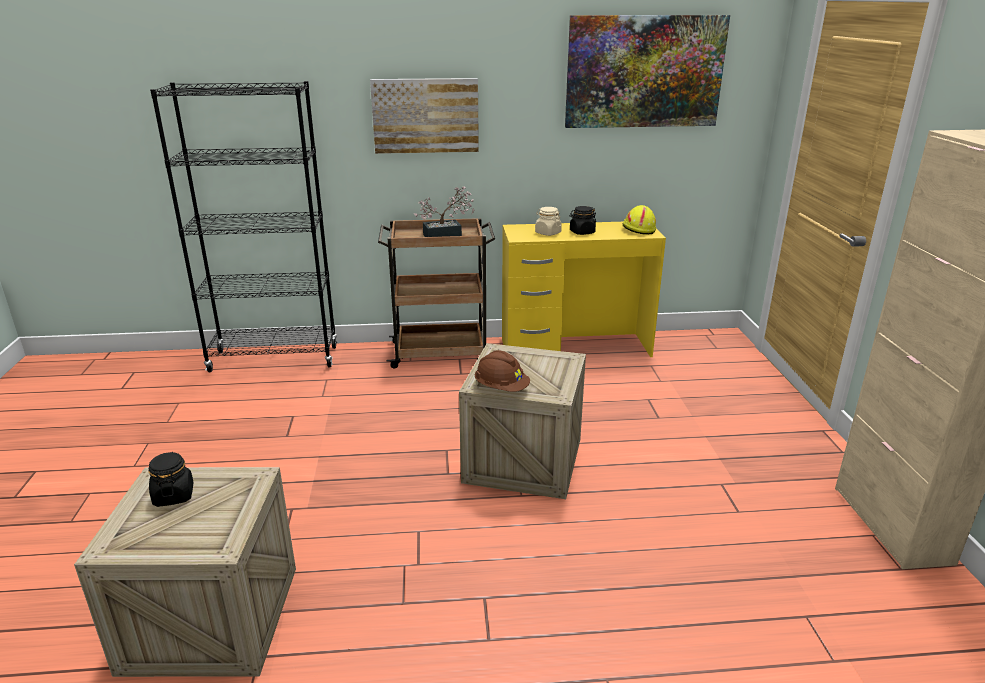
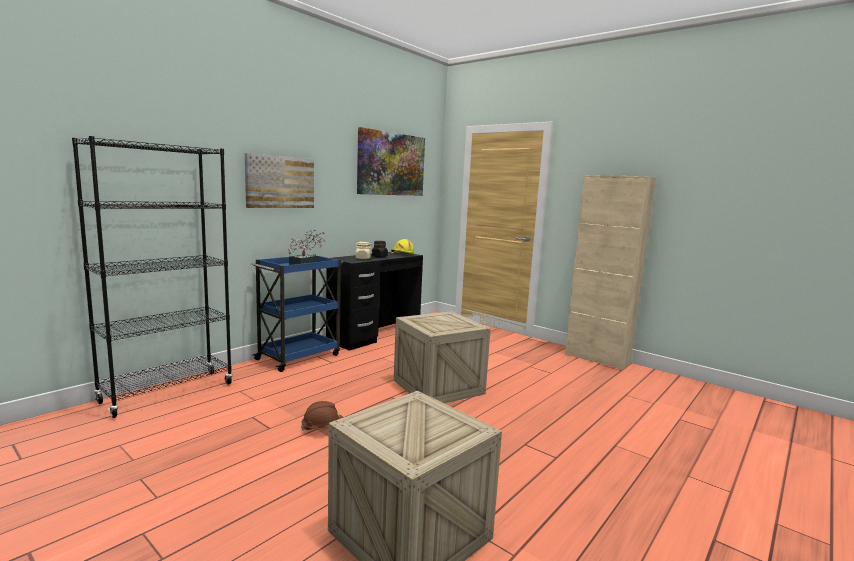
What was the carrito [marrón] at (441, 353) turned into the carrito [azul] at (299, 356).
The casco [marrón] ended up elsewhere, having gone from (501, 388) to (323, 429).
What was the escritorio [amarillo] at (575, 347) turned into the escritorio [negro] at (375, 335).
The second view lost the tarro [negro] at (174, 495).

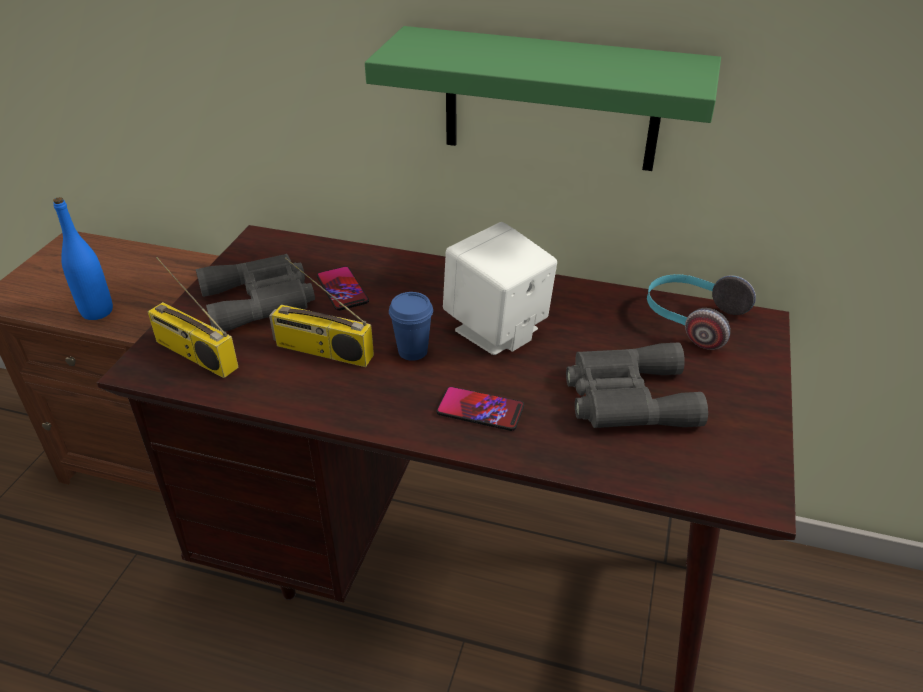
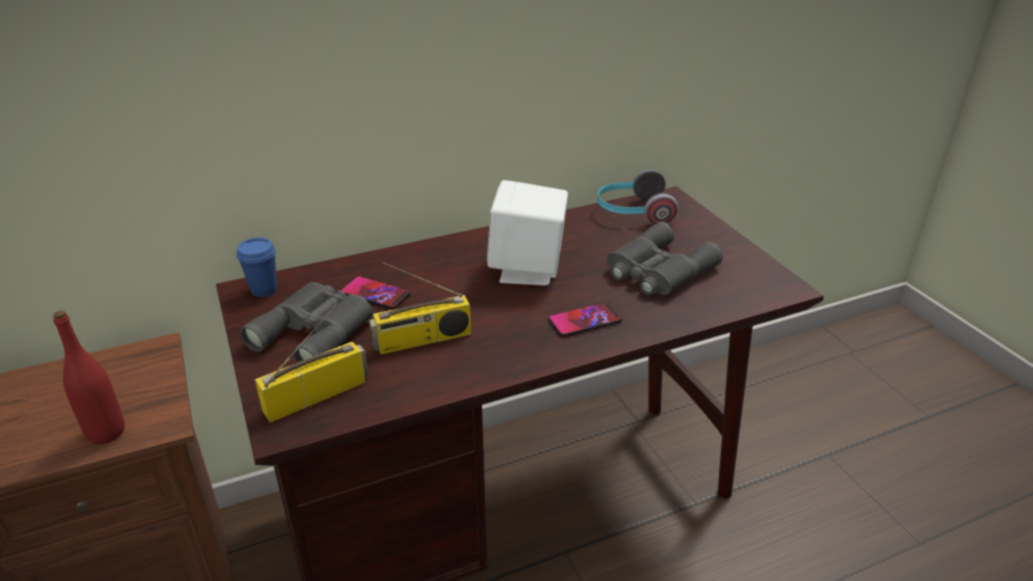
What was the botella [azul] at (97, 311) turned into the botella [rojo] at (106, 432).
The taza [azul] ended up elsewhere, having gone from (412, 351) to (264, 290).
The radio at (194, 354) ended up facing another way, 150 degrees clockwise from before.
The second view lost the estante [verde] at (551, 100).

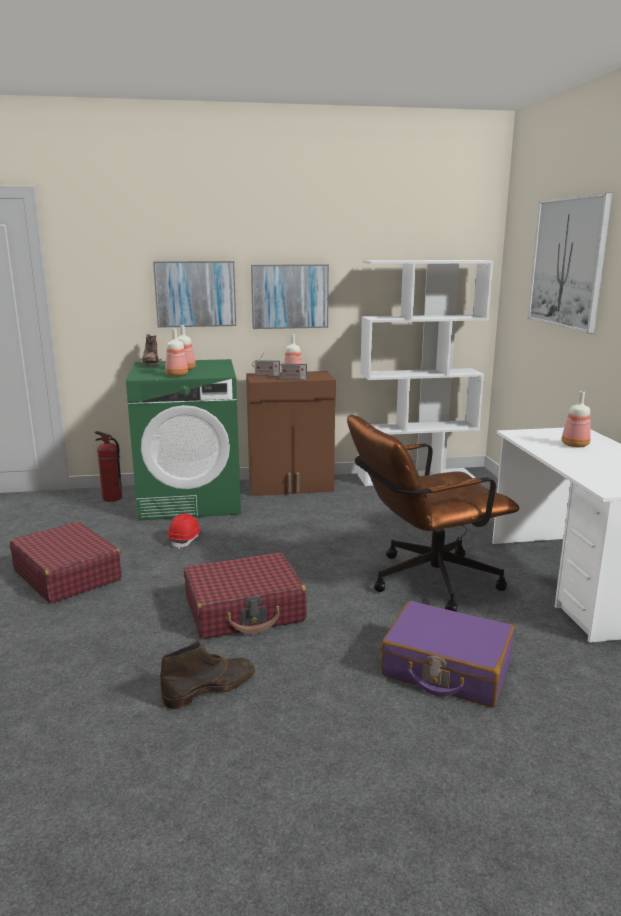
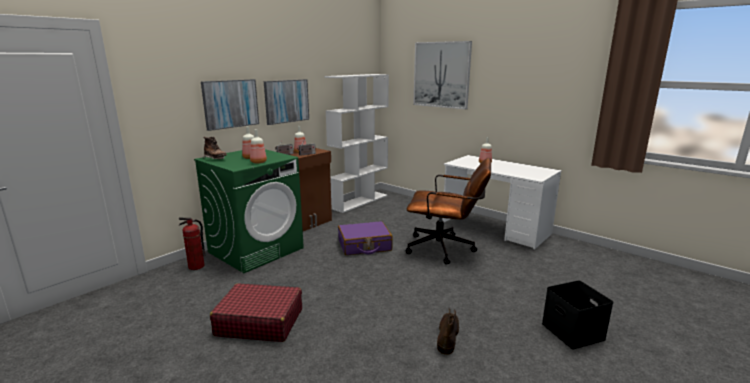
The maleta [morado] ended up elsewhere, having gone from (446, 668) to (364, 246).
The silla de oficina [marrón] at (423, 582) ended up facing another way, 105 degrees counterclockwise from before.
The second view gained the caja de almacenaje [negro] at (574, 332).
The second view lost the casco [rojo] at (185, 539).
The second view lost the maleta [rojo] at (245, 610).

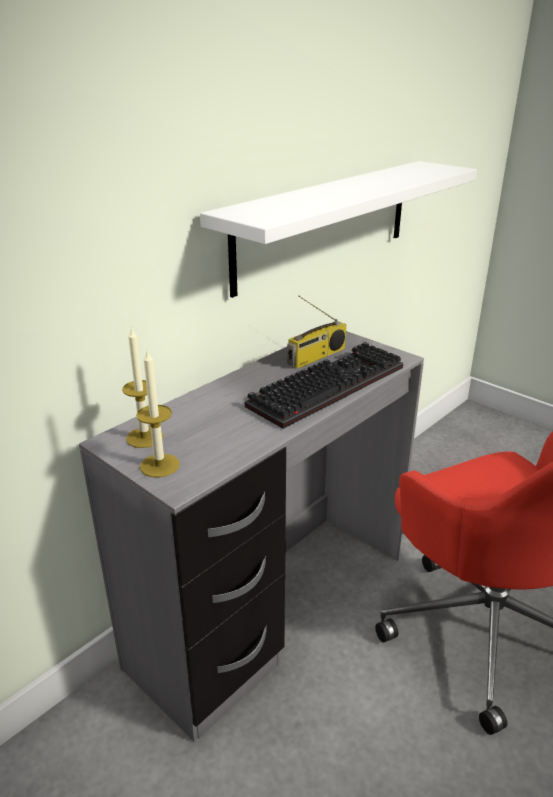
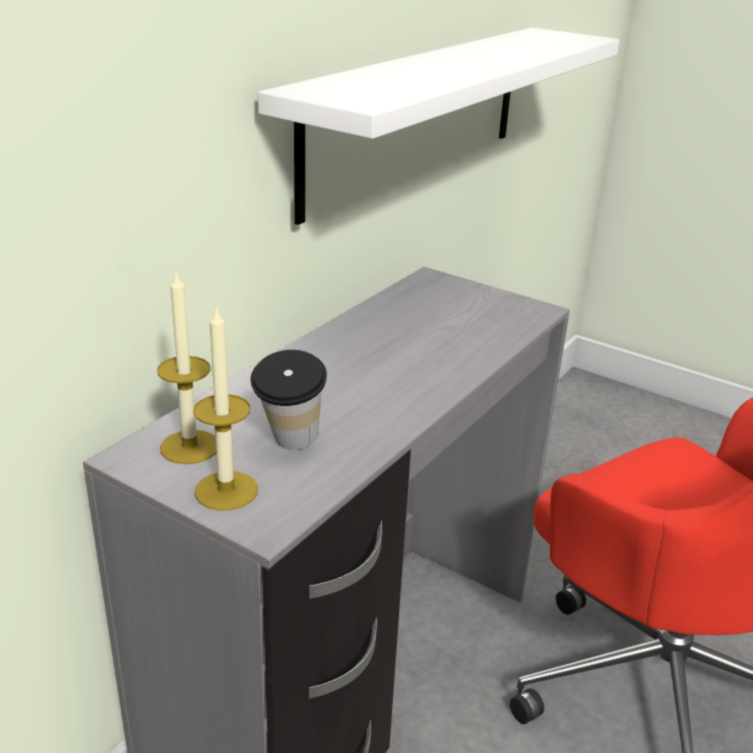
The second view gained the taza at (290, 446).
The second view lost the teclado at (327, 384).
The second view lost the radio at (316, 357).

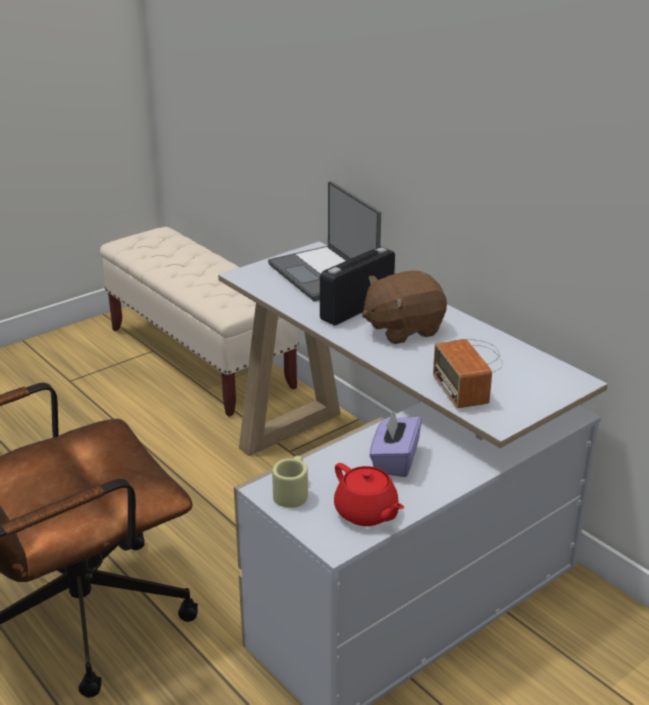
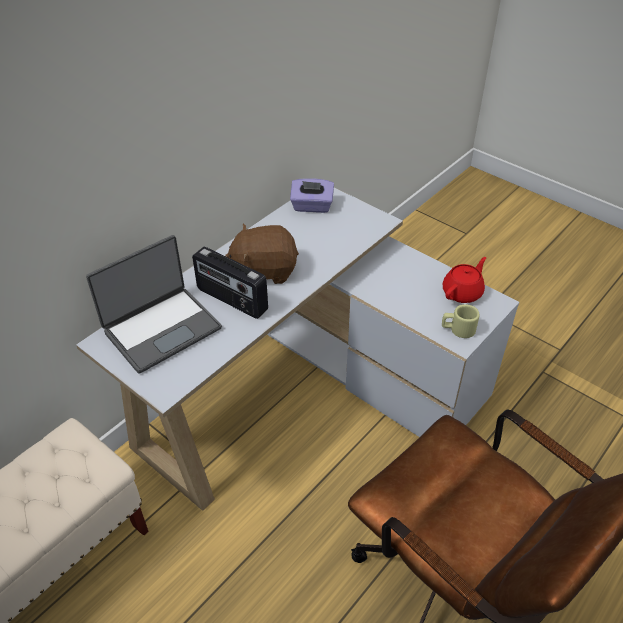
The peluche [marrón] at (402, 329) ended up facing another way, 120 degrees clockwise from before.
The caja de pañuelos [morado] ended up elsewhere, having gone from (394, 460) to (312, 206).
The second view lost the radio at (469, 370).

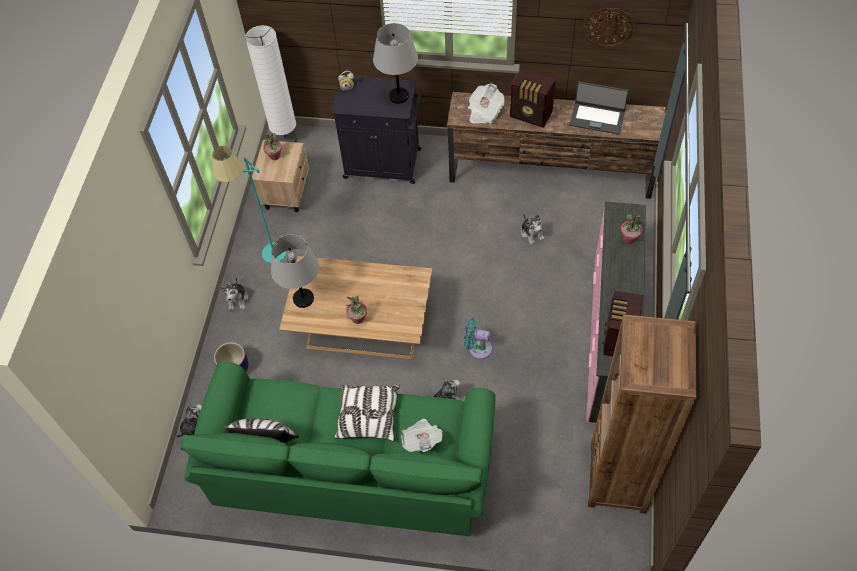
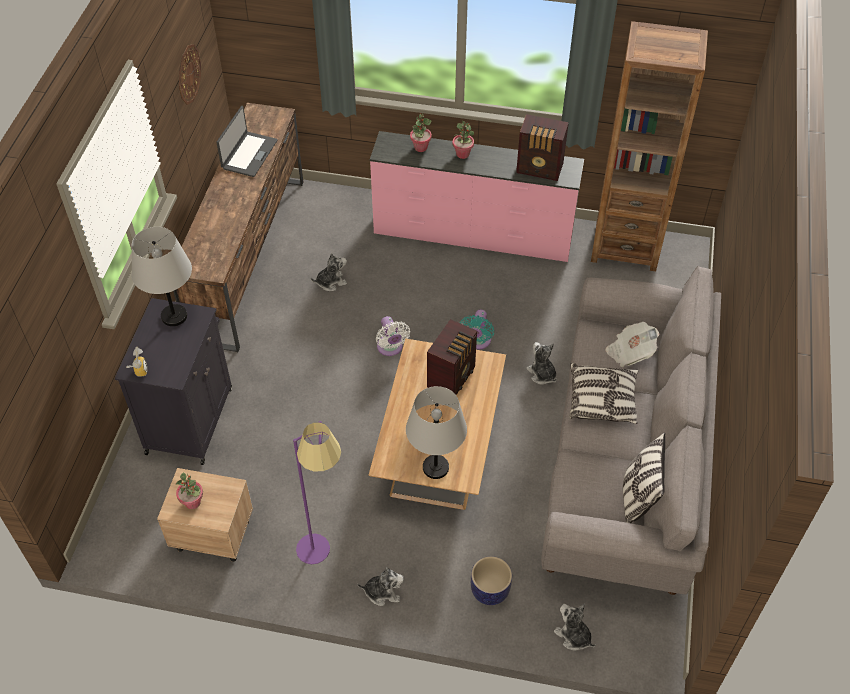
What was the lámpara de pie [turquesa] at (267, 261) turned into the lámpara de pie [morado] at (325, 556).
The second view gained the ventilador [blanco] at (390, 348).
The radio ended up elsewhere, having gone from (531, 115) to (452, 377).
The planta en maceta ended up elsewhere, having gone from (358, 318) to (463, 154).
What was the sofá [verde] at (352, 468) turned into the sofá [gris] at (623, 463).
The second view lost the lámpara de pie [blanco] at (286, 140).
The second view lost the periódico at (484, 112).

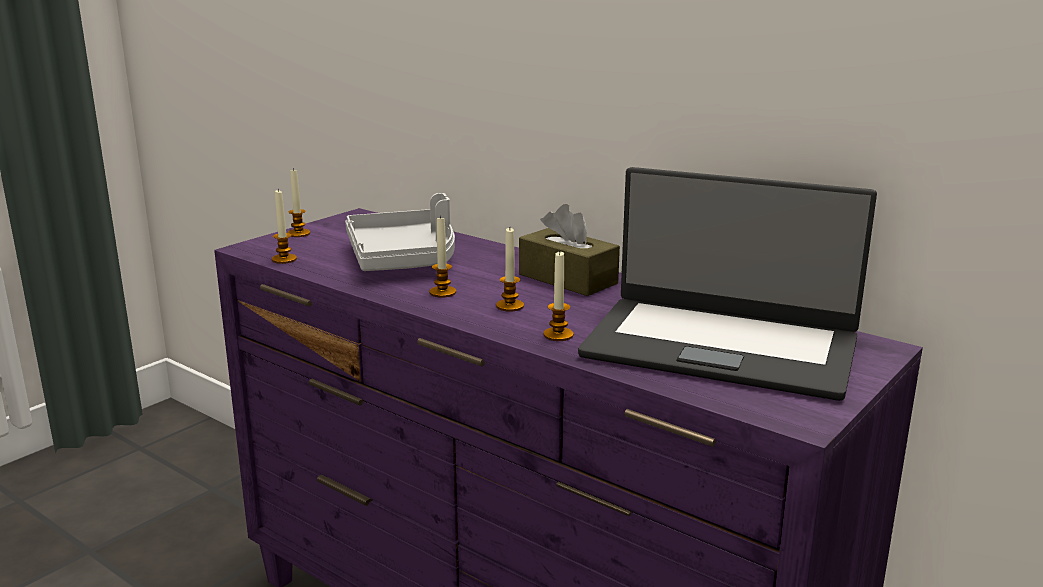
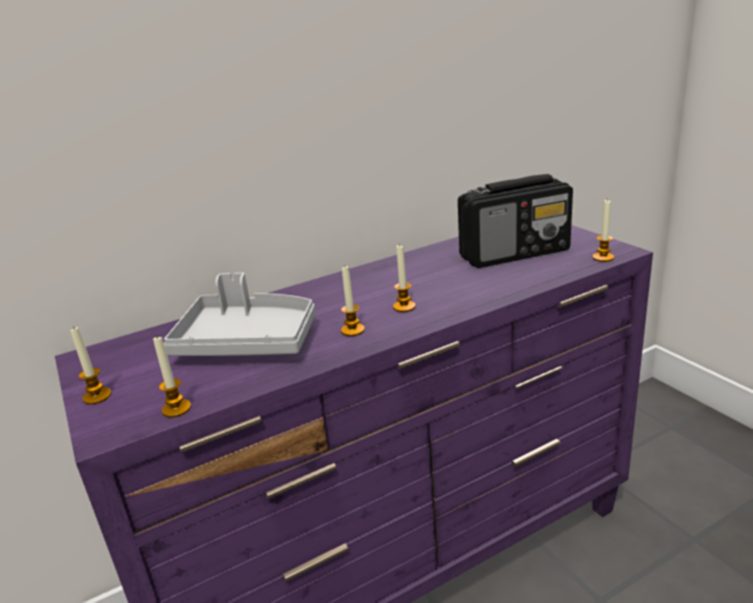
Where the portátil stood at (721, 346), the radio came to stand at (515, 254).
The vela ended up elsewhere, having gone from (558, 335) to (603, 258).
The second view lost the caja de pañuelos [marrón] at (567, 279).

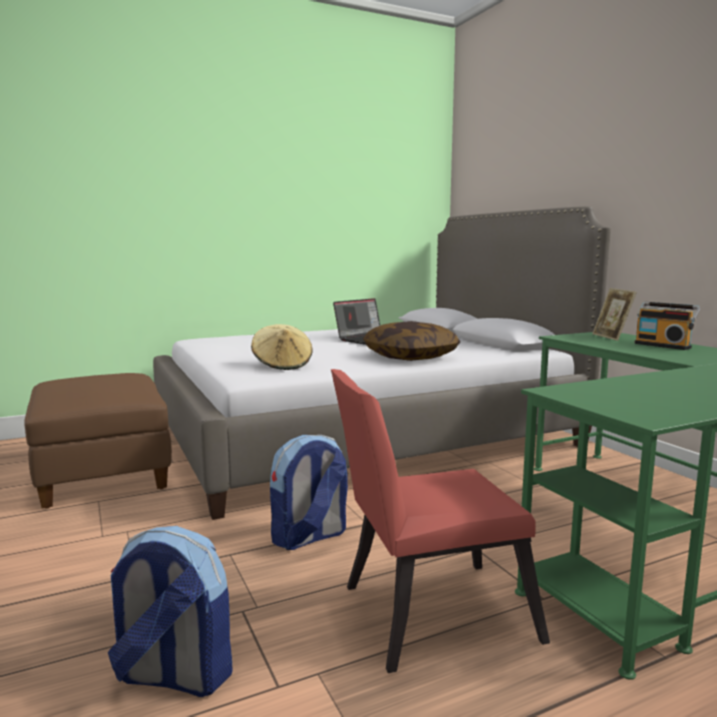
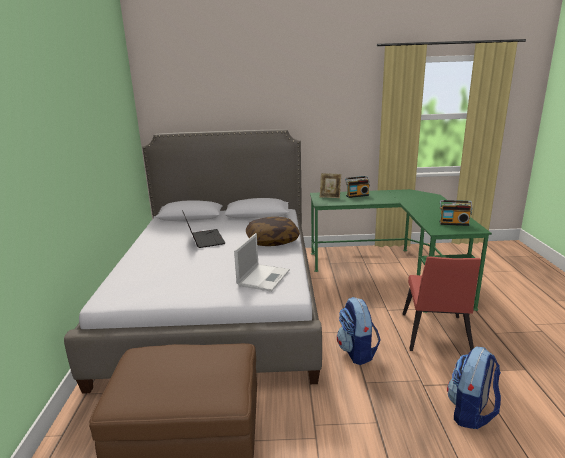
Where the sombrero [beis] stood at (282, 365), the portátil came to stand at (264, 277).
The second view gained the radio at (453, 223).

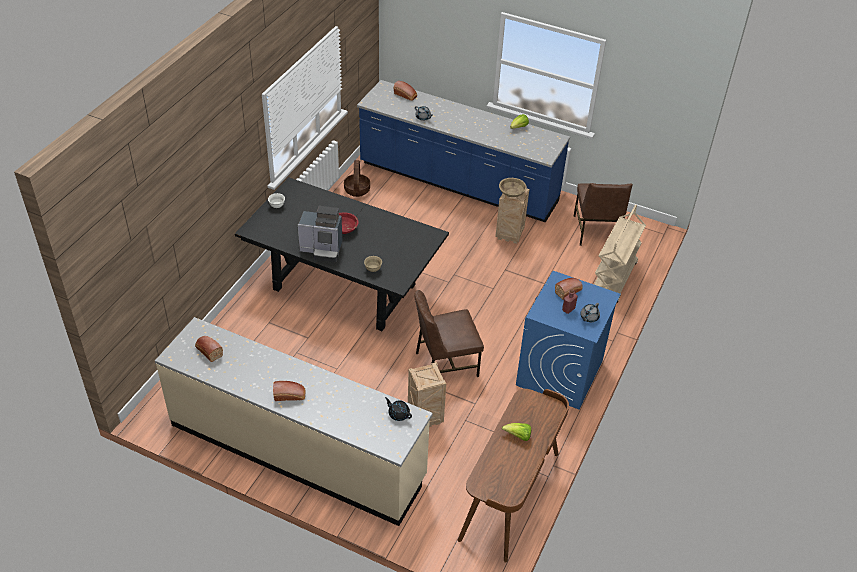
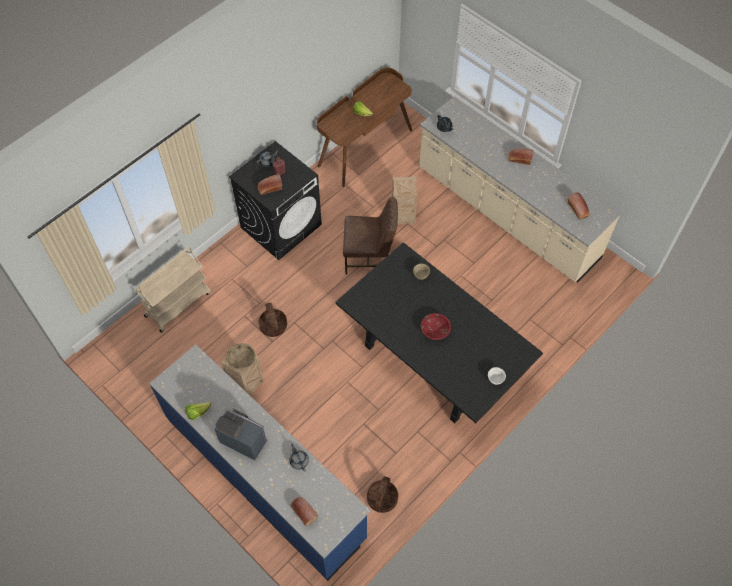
The cafetera ended up elsewhere, having gone from (322, 249) to (243, 438).
What was the lavadora [azul] at (559, 373) turned into the lavadora [negro] at (281, 226).
The second view gained the cesta at (273, 326).
The second view lost the silla [marrón] at (596, 231).

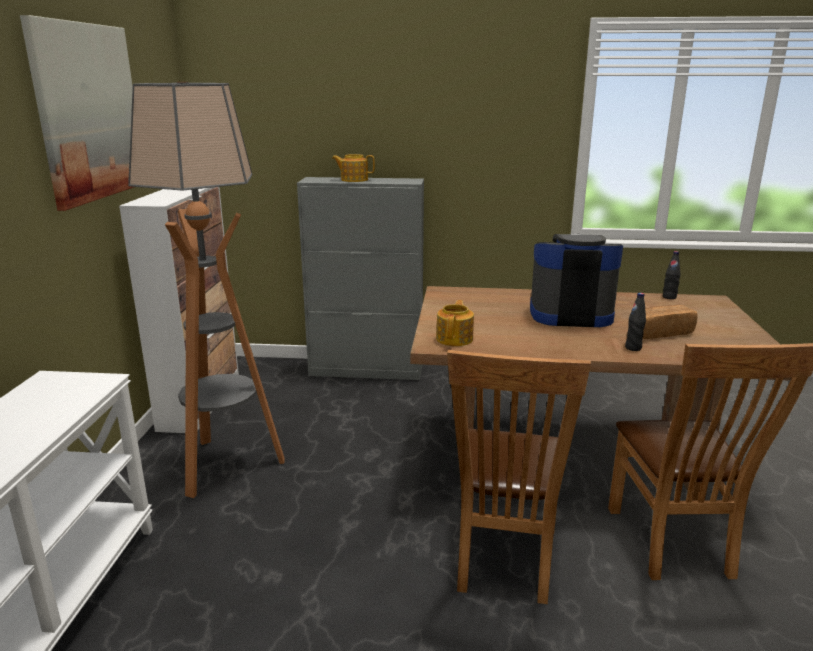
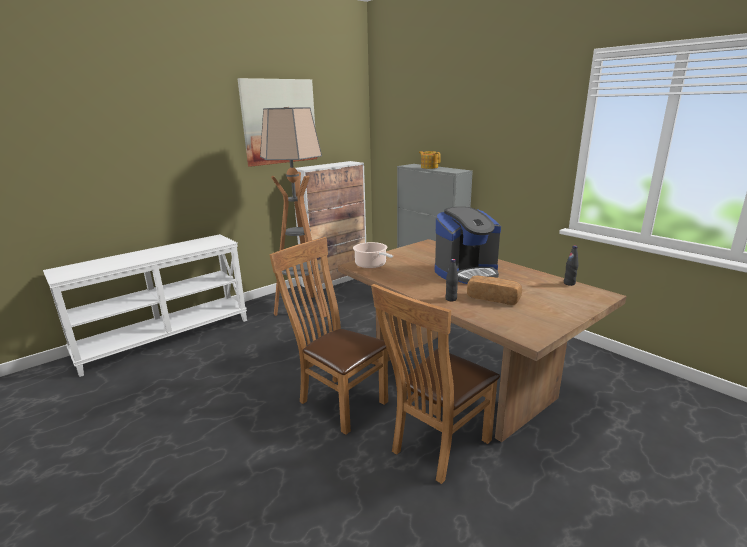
The silla [marrón] at (503, 562) ended up facing another way, 75 degrees clockwise from before.
Where the tetera stood at (455, 339), the olla came to stand at (372, 265).
The cafetera at (570, 314) ended up facing another way, 105 degrees clockwise from before.

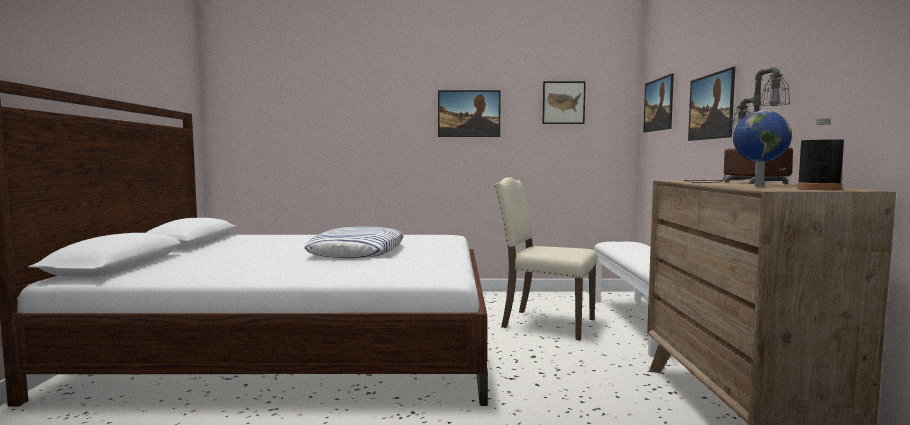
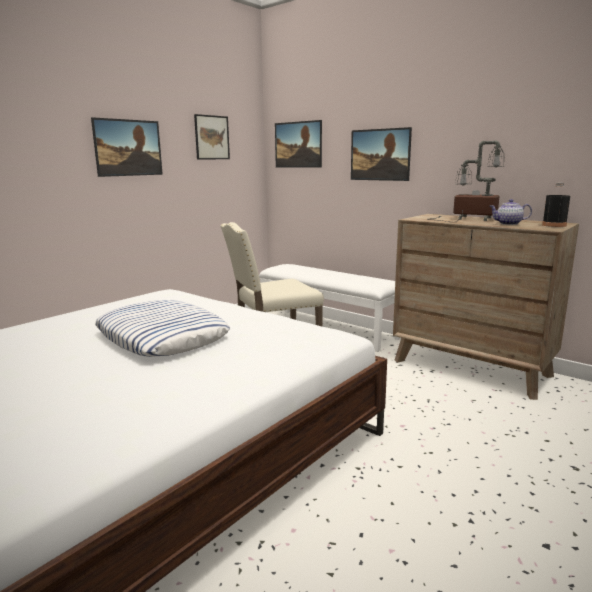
Where the globo terráqueo stood at (757, 186), the tetera came to stand at (508, 224).

